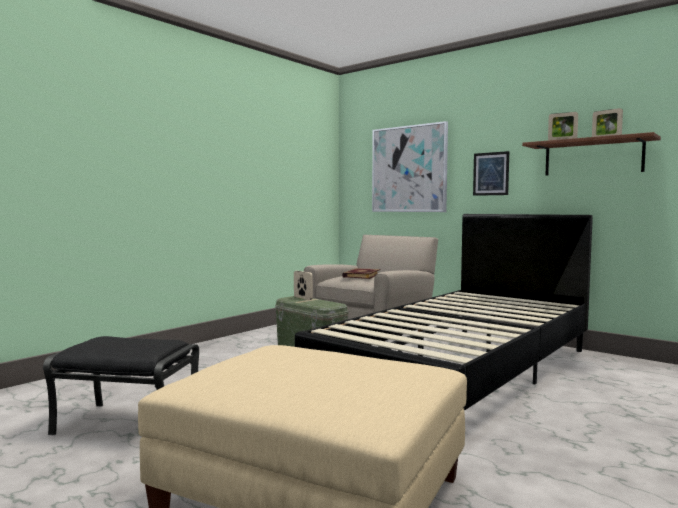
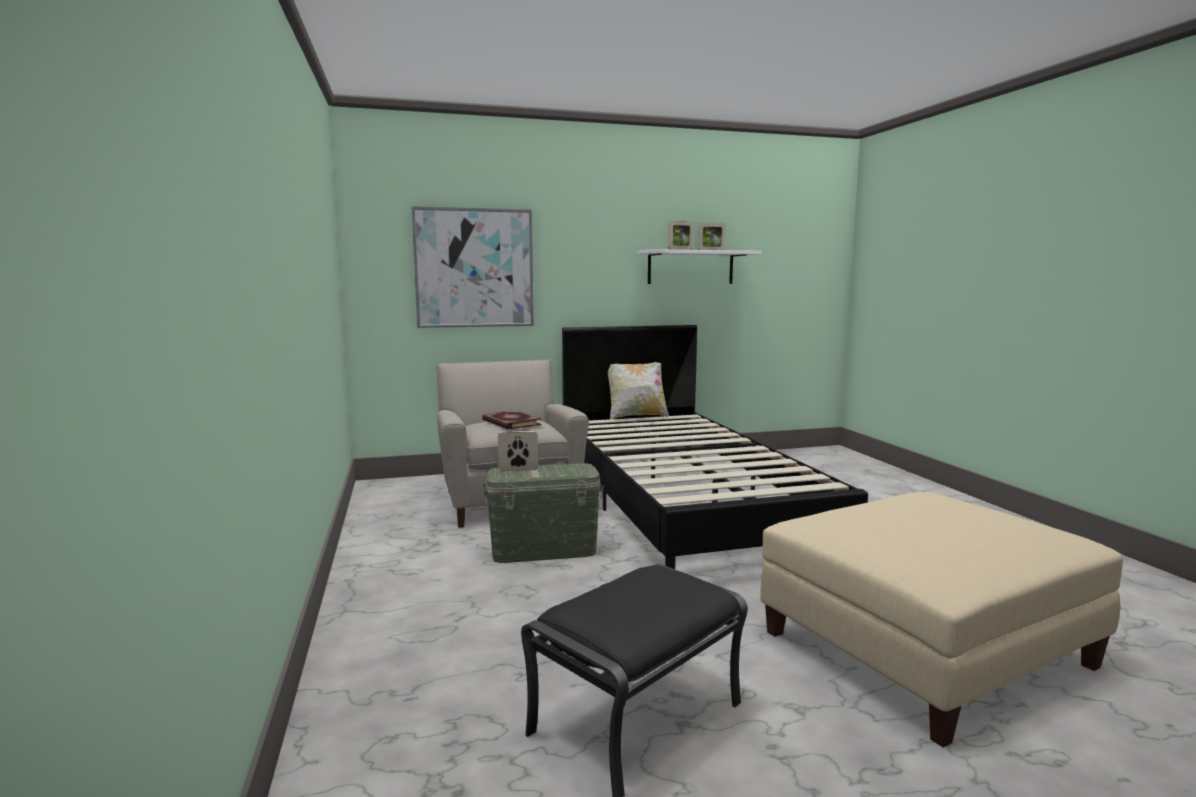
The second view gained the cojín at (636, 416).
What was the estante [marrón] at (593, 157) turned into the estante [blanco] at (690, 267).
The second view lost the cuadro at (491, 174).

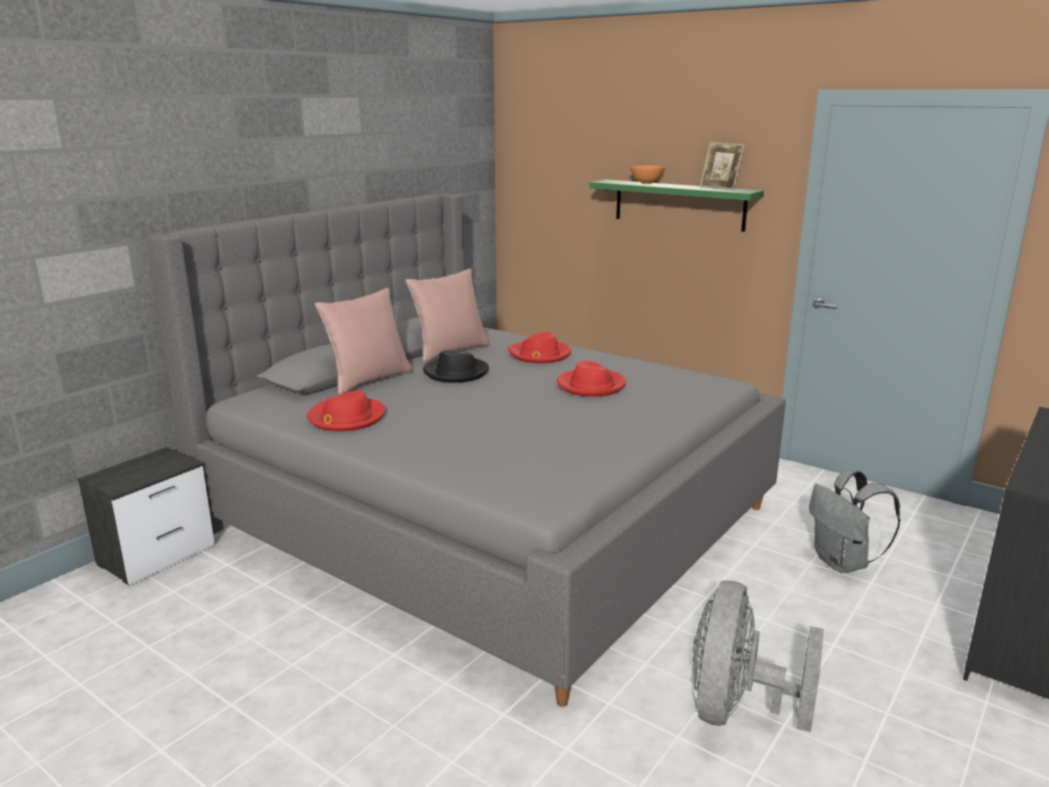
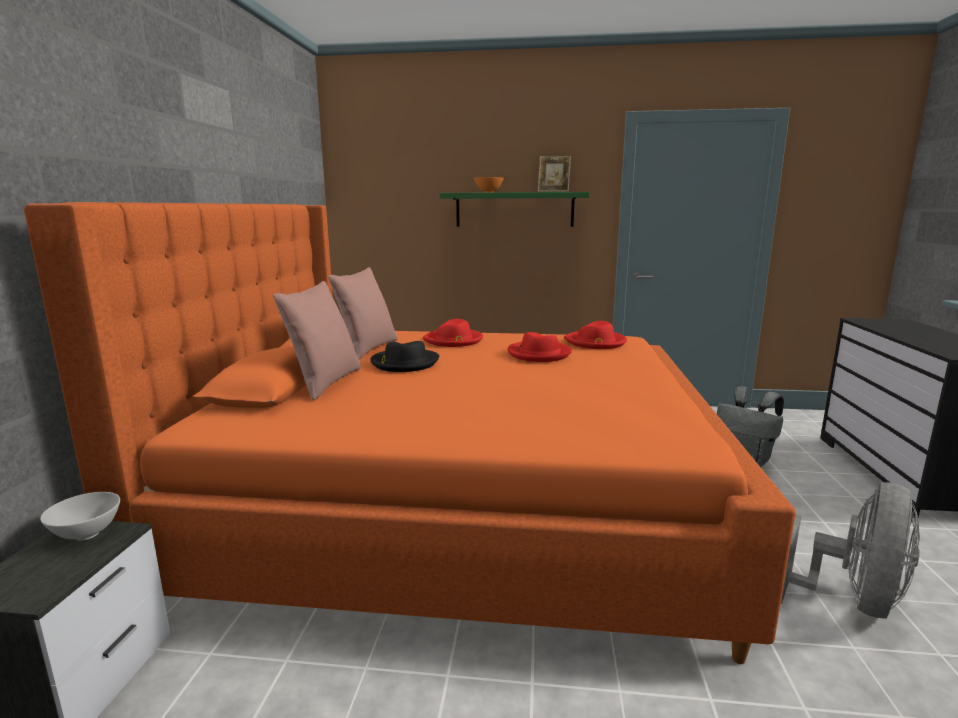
What was the cama [gris] at (488, 515) turned into the cama [naranja] at (457, 501).
The second view gained the cuenco [blanco] at (87, 534).
The sombrero [rojo] ended up elsewhere, having gone from (346, 418) to (595, 342).
The ventilador [gris] at (736, 709) ended up facing another way, 135 degrees counterclockwise from before.

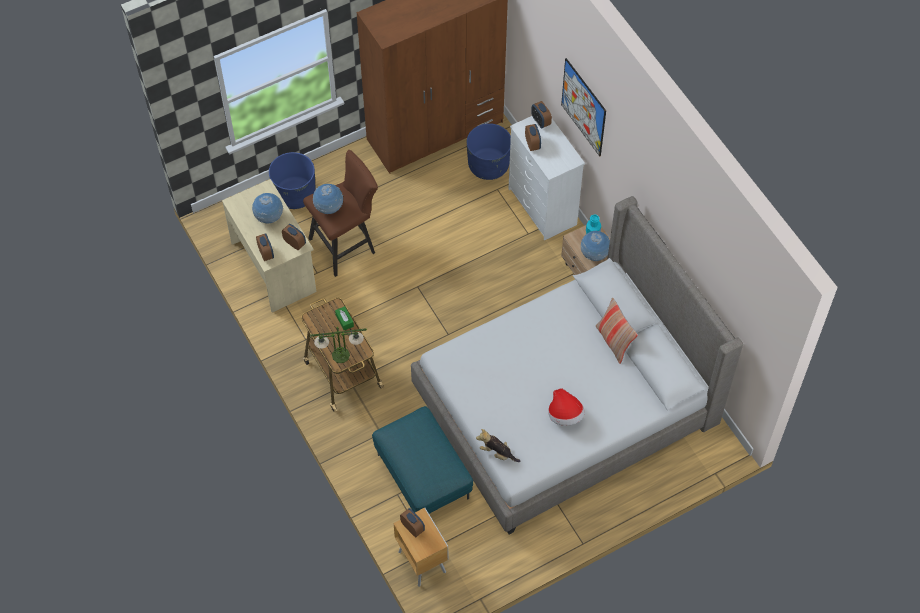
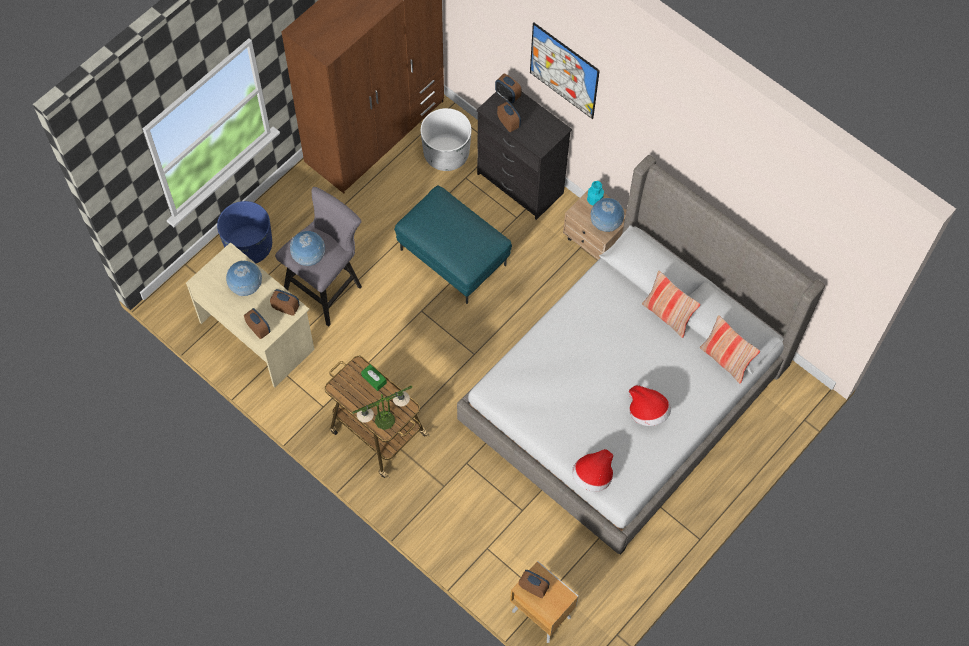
What was the taburete [marrón] at (346, 245) turned into the taburete [gris] at (327, 287).
The puf [turquesa] ended up elsewhere, having gone from (424, 476) to (454, 257).
What was the maceta [azul] at (488, 165) turned into the maceta [blanco] at (446, 154).
What was the cómoda [blanco] at (542, 207) turned into the cómoda [negro] at (520, 184).
Where the peluche stood at (497, 453), the sombrero came to stand at (592, 476).
The second view gained the cojín at (725, 360).

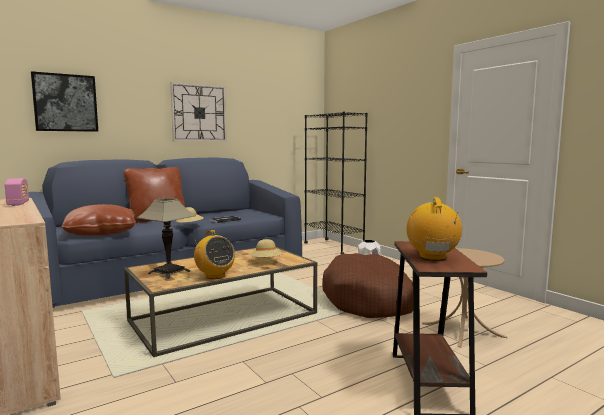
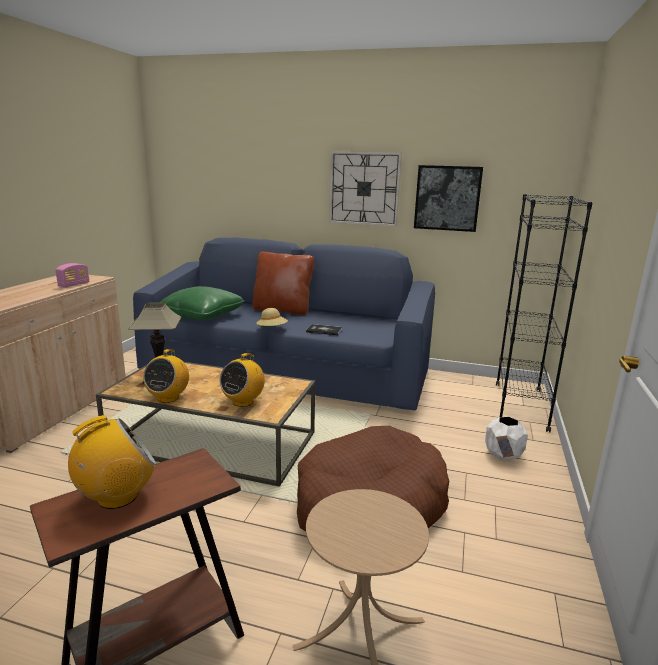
What was the cojín [marrón] at (101, 233) turned into the cojín [verde] at (202, 315).
Where the sombrero [beis] stood at (266, 262), the radio came to stand at (243, 402).
The cuadro ended up elsewhere, having gone from (65, 103) to (447, 198).

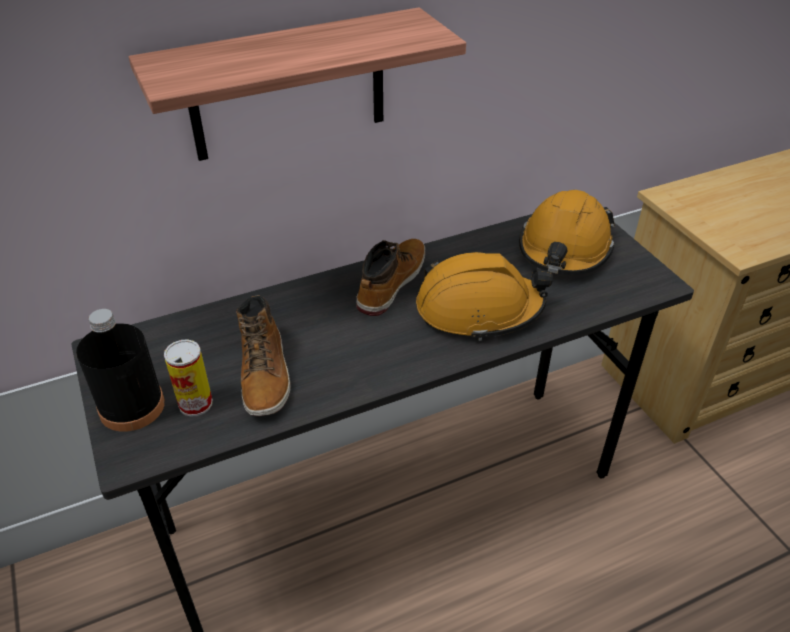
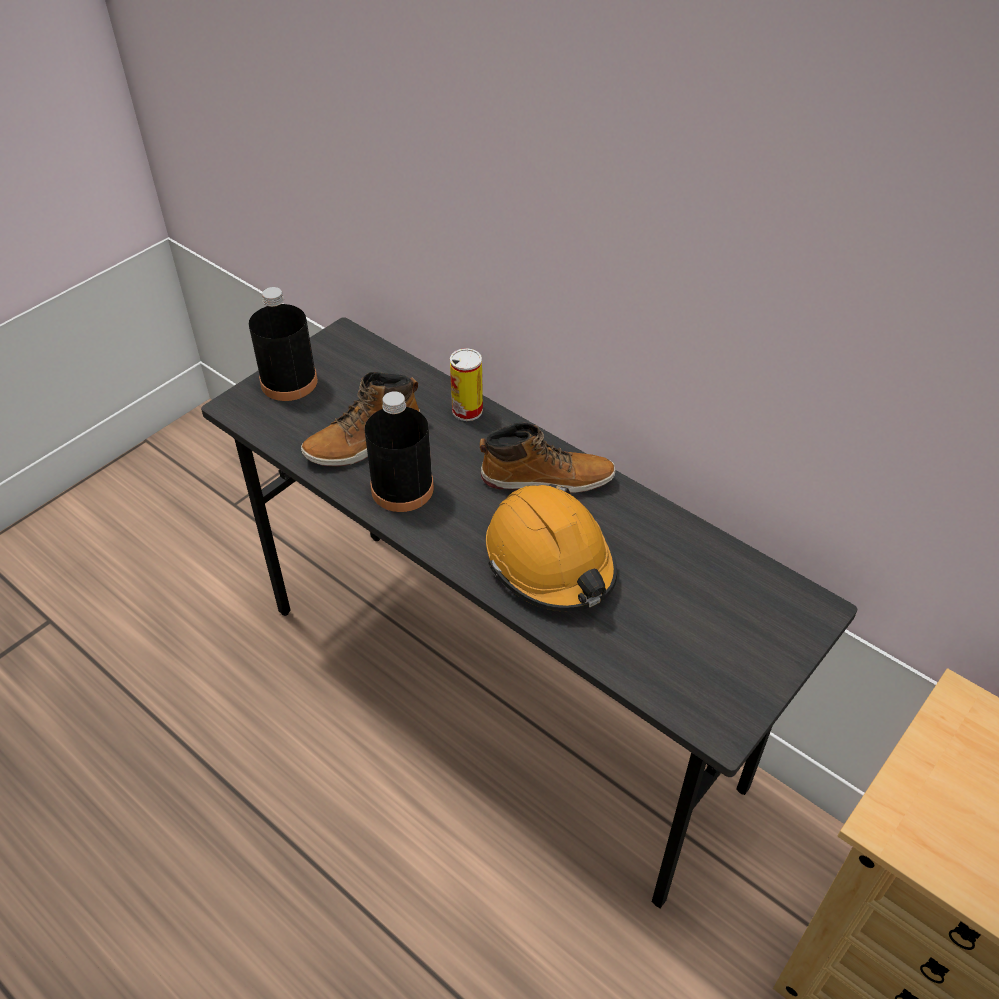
The second view gained the botella [negro] at (402, 489).
The lata ended up elsewhere, having gone from (195, 403) to (467, 410).
The second view lost the estante at (288, 86).
The second view lost the casco [naranja] at (564, 249).

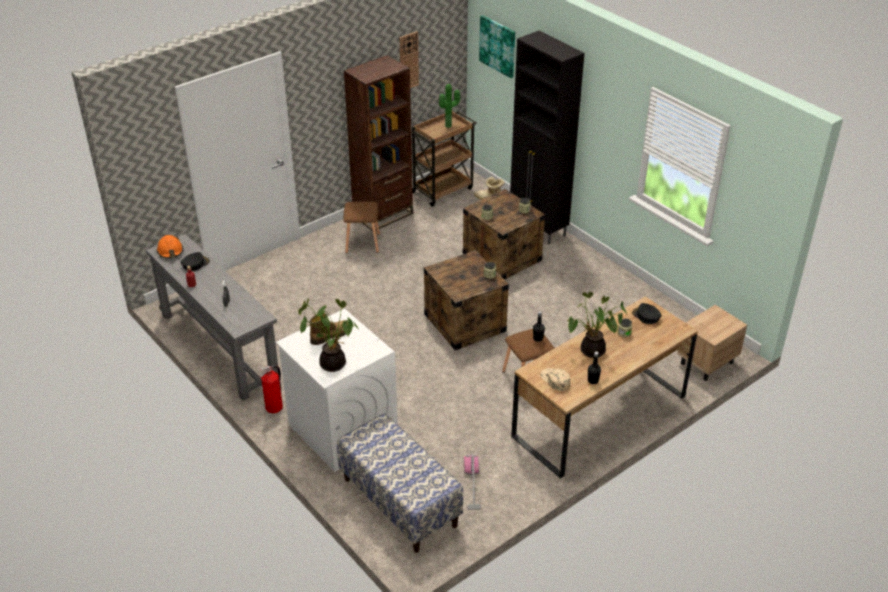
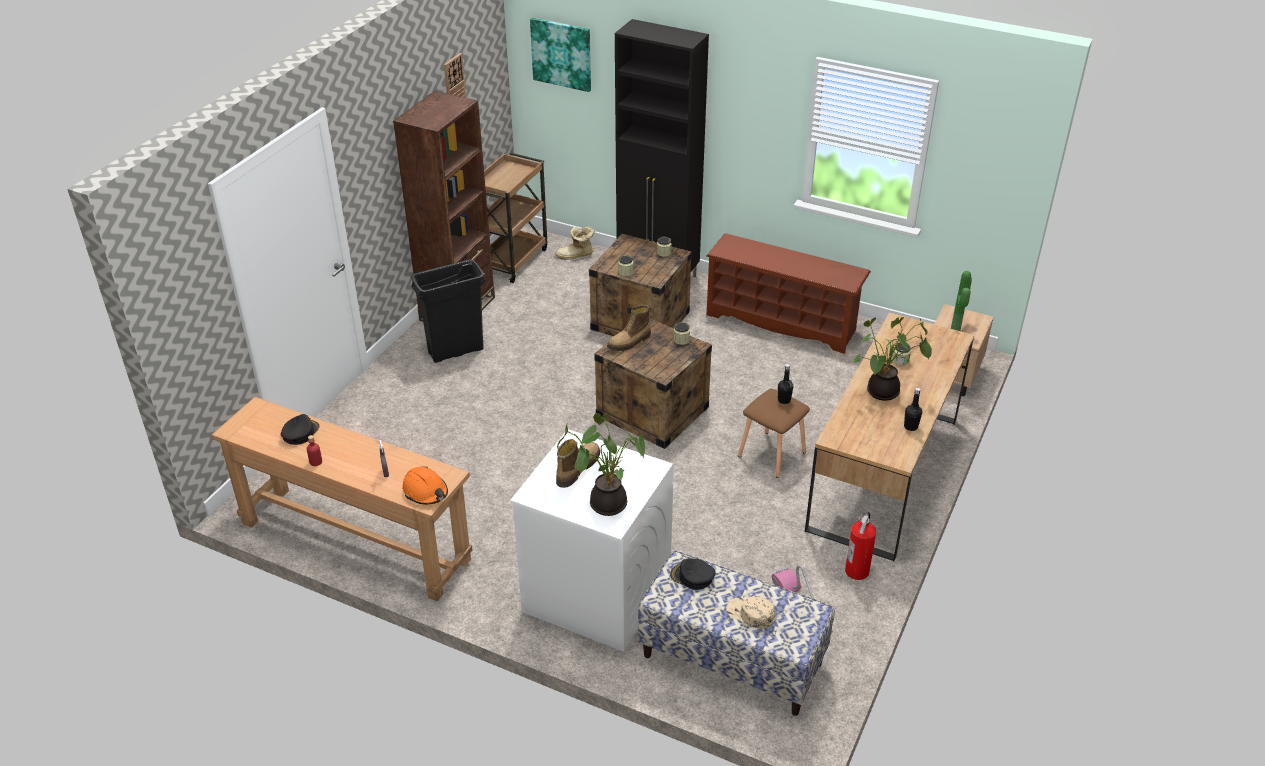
What was the mesa consola [gris] at (219, 347) turned into the mesa consola [marrón] at (355, 541).
The casco [naranja] ended up elsewhere, having gone from (170, 251) to (425, 491).
Where the taburete [marrón] stood at (362, 243), the papelera [negro] came to stand at (455, 351).
The second view gained the bota at (629, 342).
The gorra [negro] ended up elsewhere, having gone from (646, 316) to (692, 577).
The second view gained the zapatero [marrón] at (782, 322).
The gorra [beis] ended up elsewhere, having gone from (555, 380) to (750, 614).
The extintor ended up elsewhere, having gone from (274, 407) to (857, 571).
The planta en maceta ended up elsewhere, having gone from (449, 126) to (957, 329).

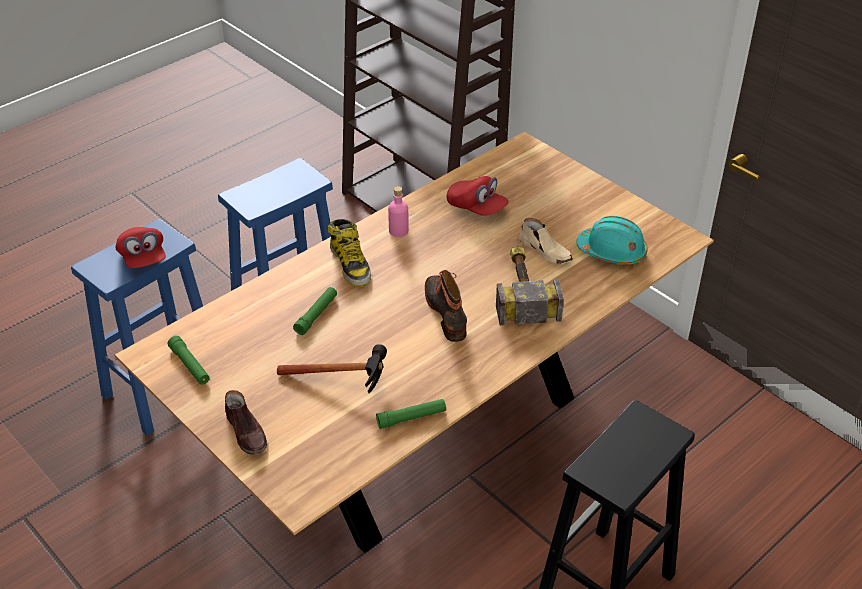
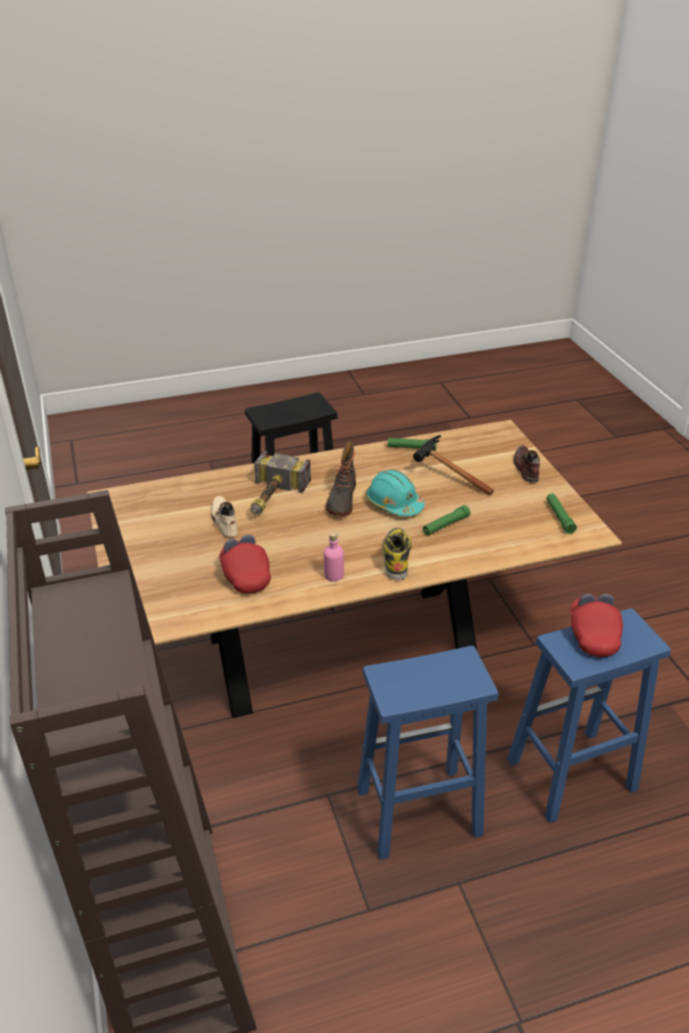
The casco [turquesa] ended up elsewhere, having gone from (612, 251) to (394, 504).

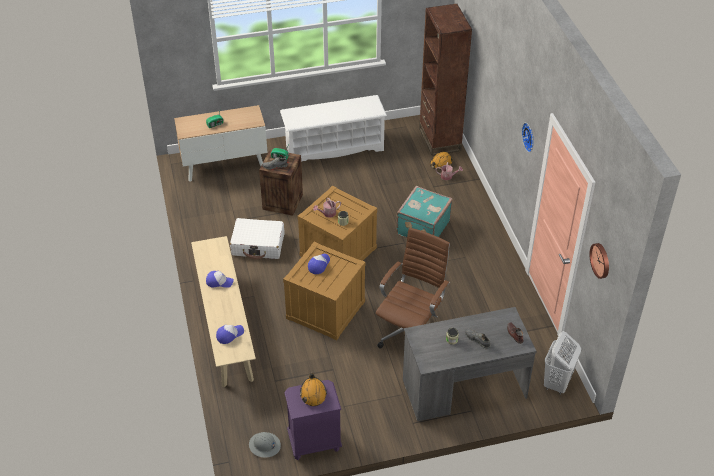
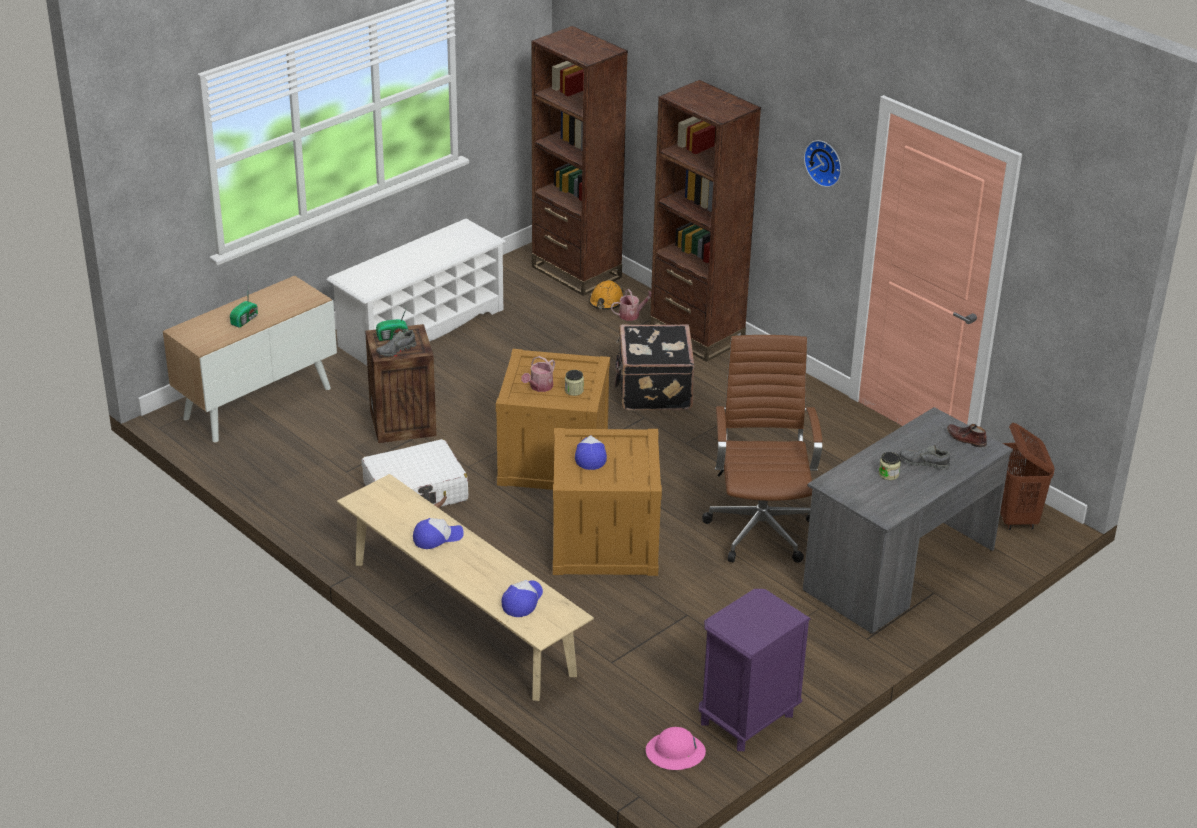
What was the maleta [turquesa] at (422, 227) turned into the maleta [negro] at (653, 390).
What was the casco [gris] at (264, 445) turned into the casco [rosa] at (675, 753).
The second view gained the estantería [marrón] at (696, 335).
What was the cesto de la ropa [blanco] at (557, 383) turned into the cesto de la ropa [marrón] at (1016, 518).
The second view lost the casco [naranja] at (313, 393).
The second view lost the reloj de pared at (601, 260).

